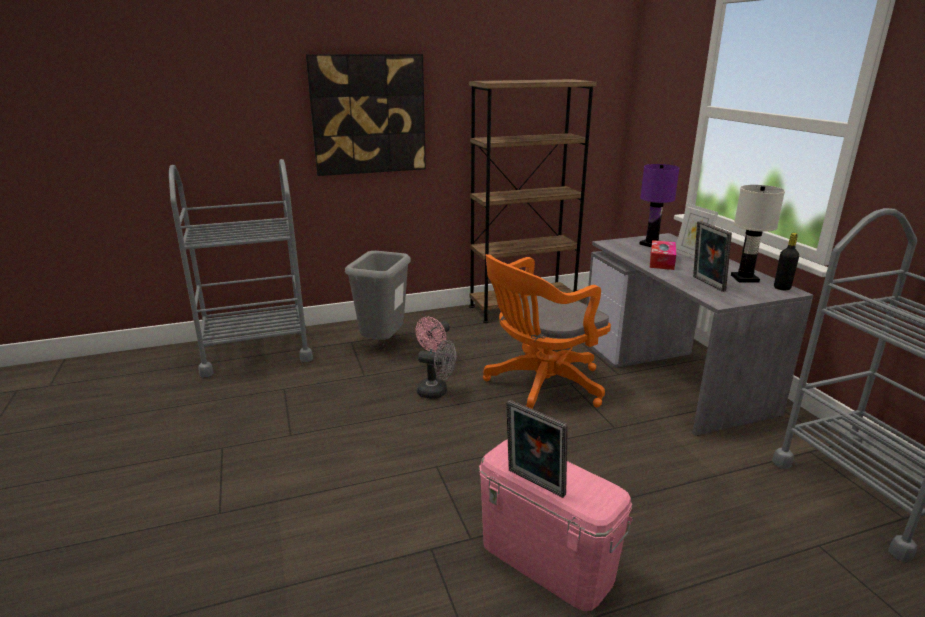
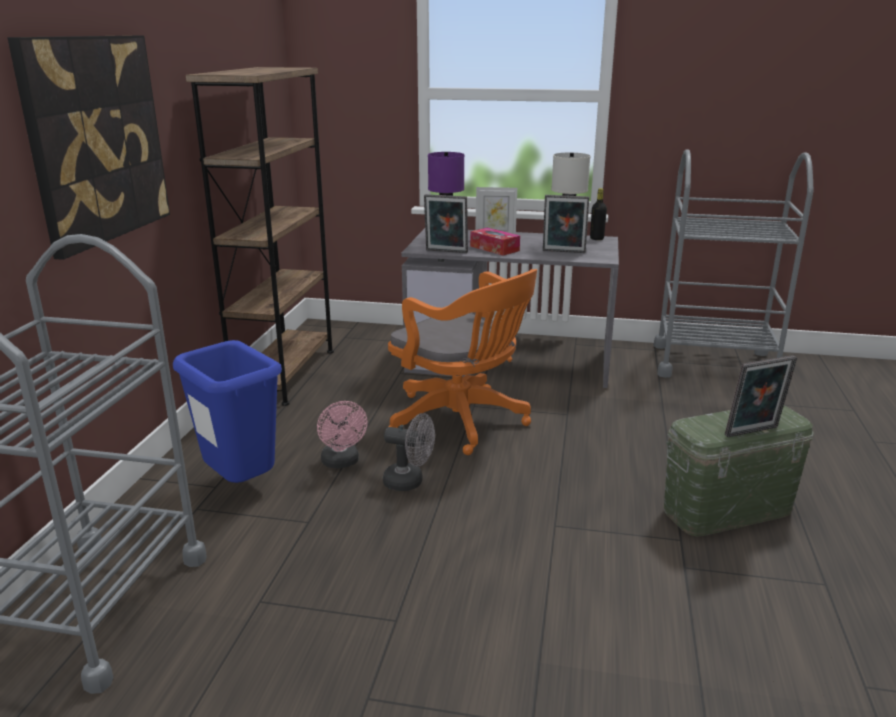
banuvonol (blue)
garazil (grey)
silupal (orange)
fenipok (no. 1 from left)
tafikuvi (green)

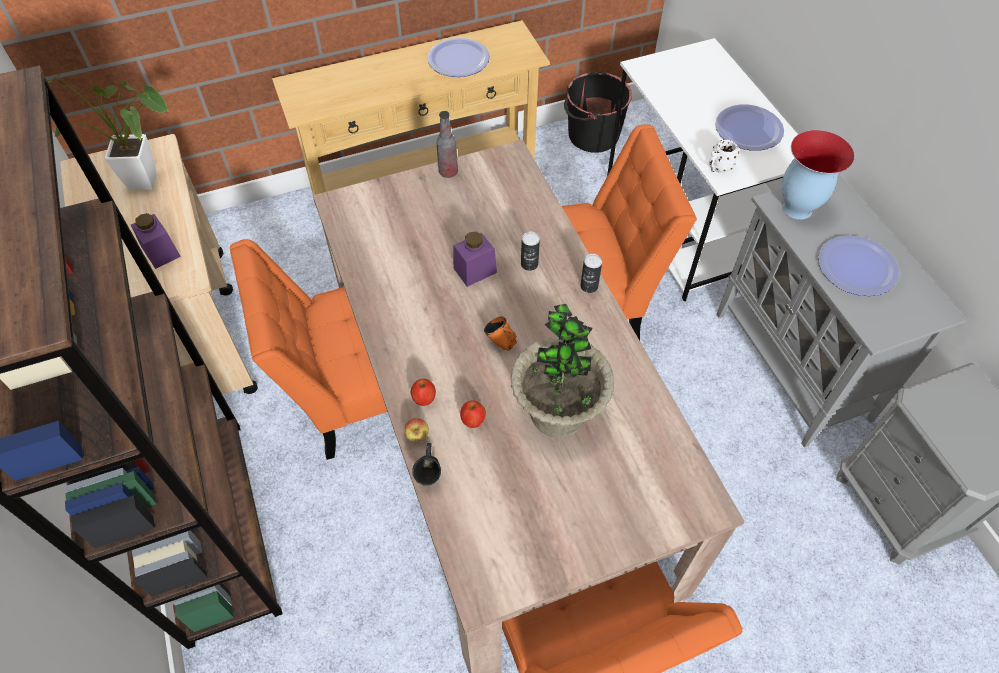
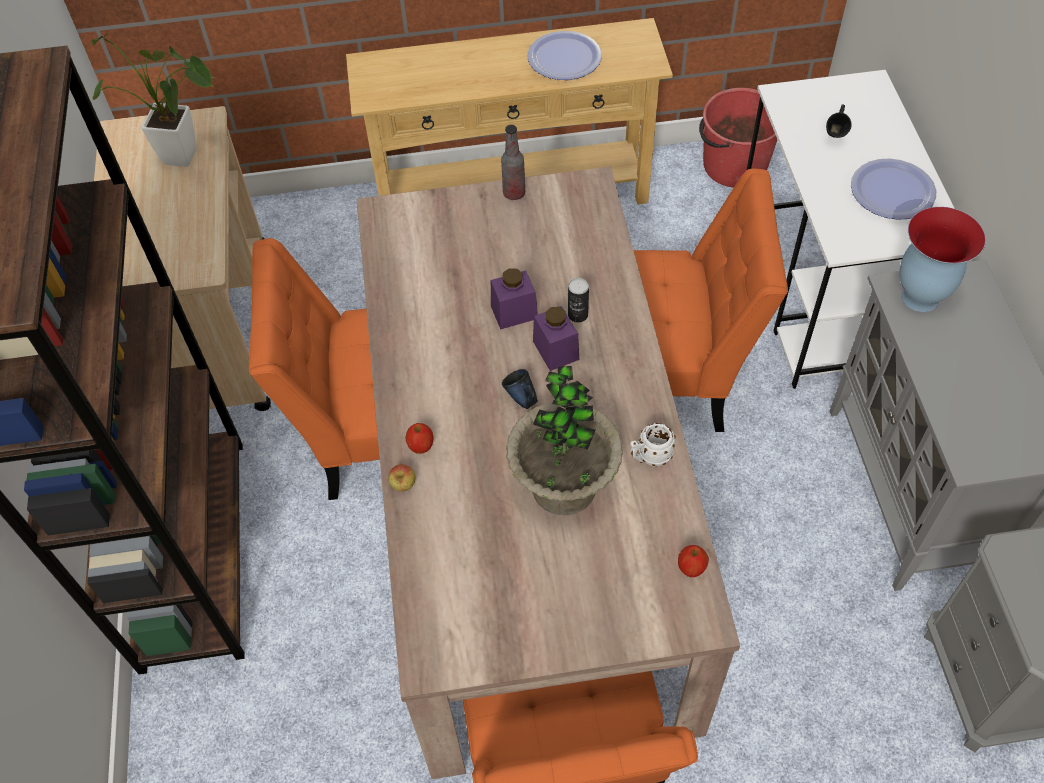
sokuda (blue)
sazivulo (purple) (no. 2 from left)
sokuda (white)
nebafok (no. 3 from left)
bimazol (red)
sokuda (black)
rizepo (no. 2 from left in the first image)
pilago (no. 3 from left in the first image)

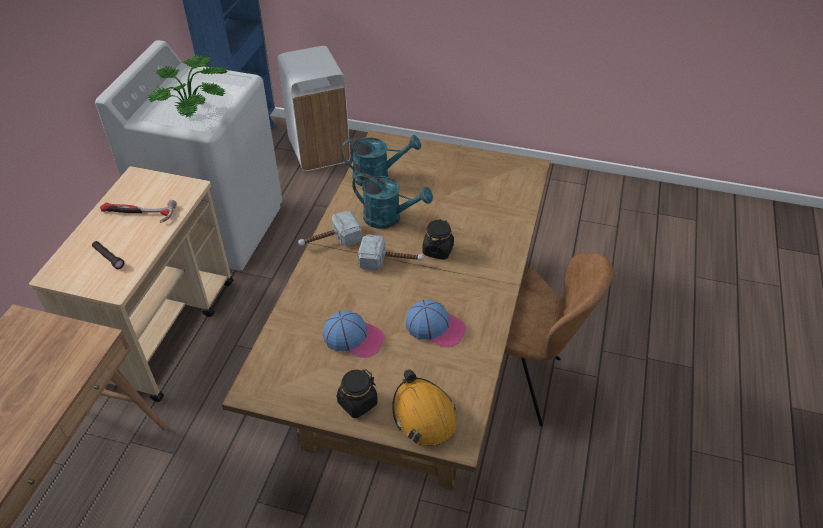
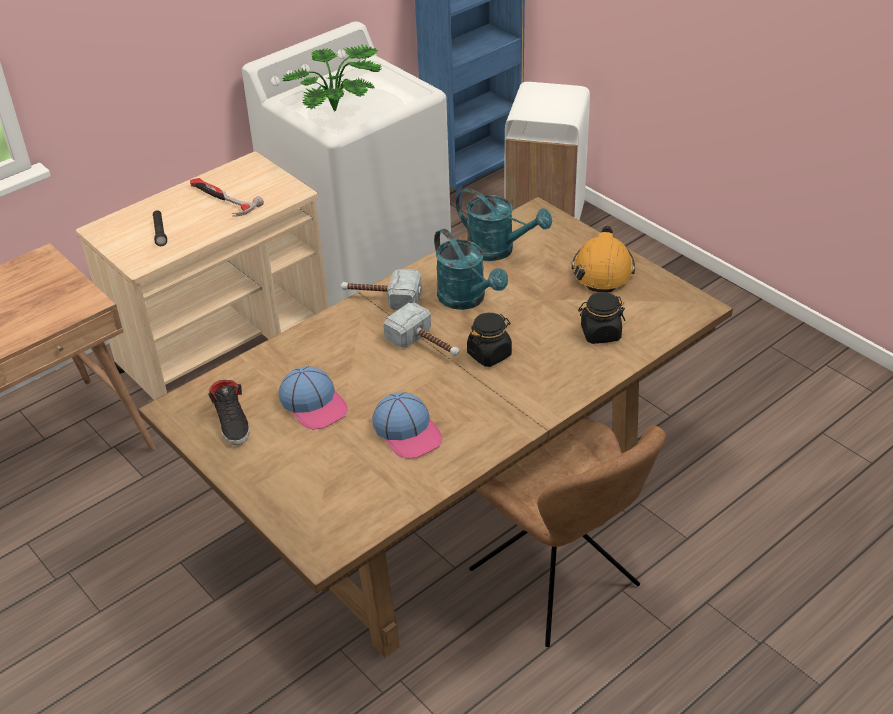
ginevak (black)
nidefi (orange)
sazivulo (black) (no. 2 from left)

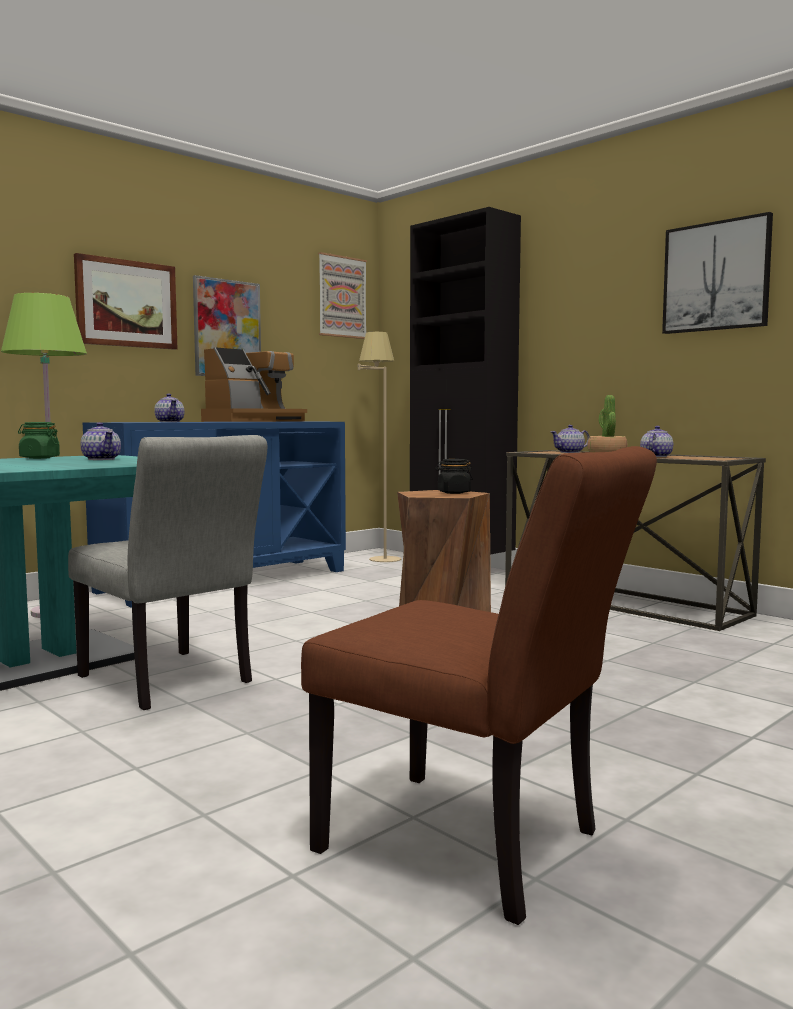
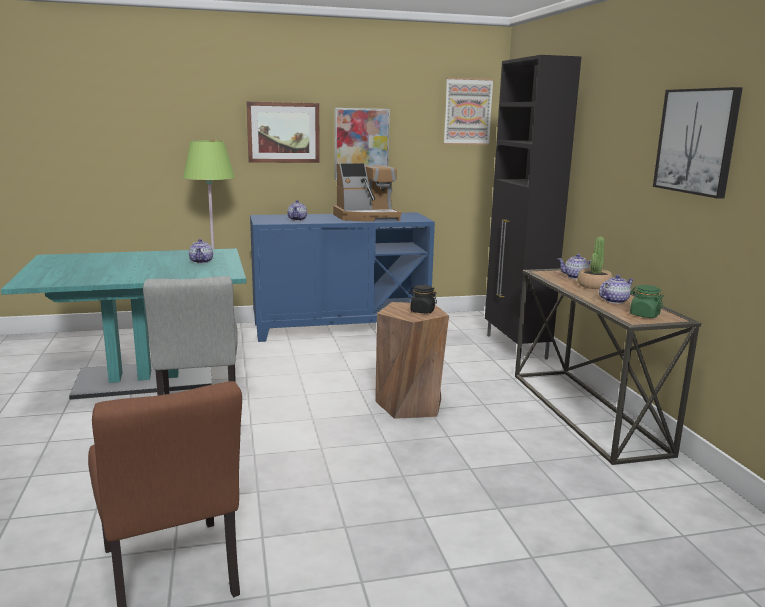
sazivulo (green)
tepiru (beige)

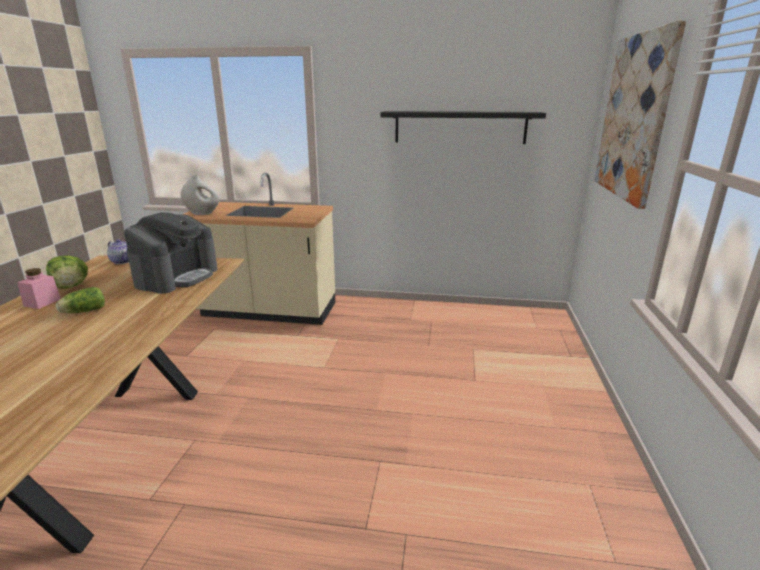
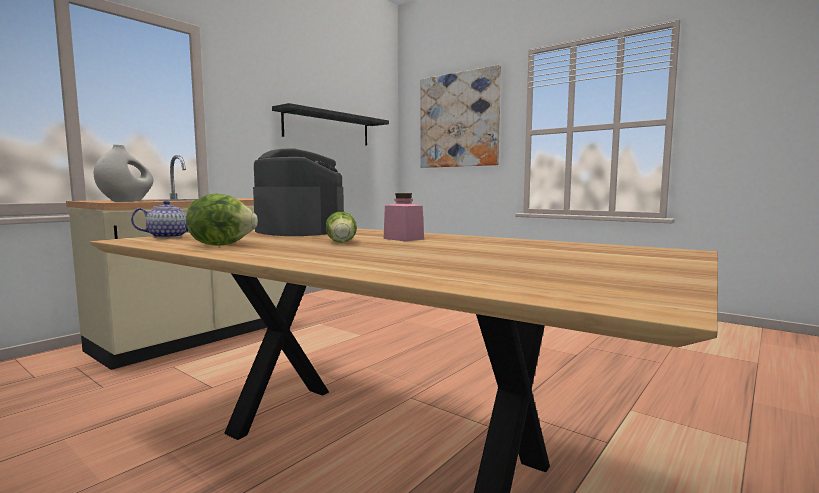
sazivulo (pink)

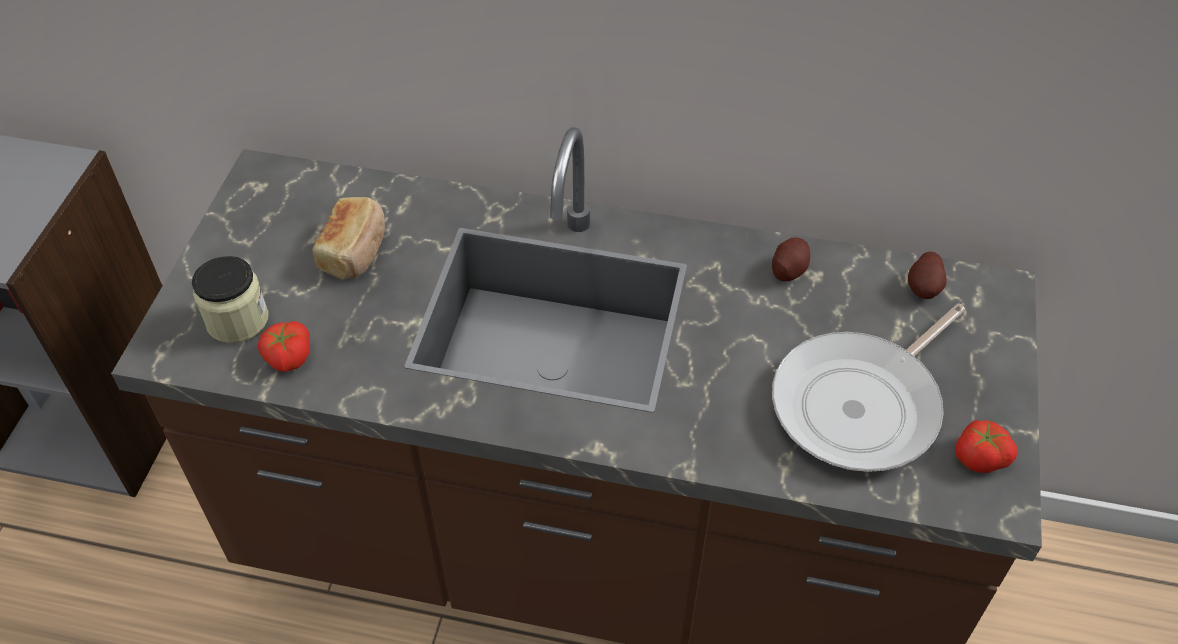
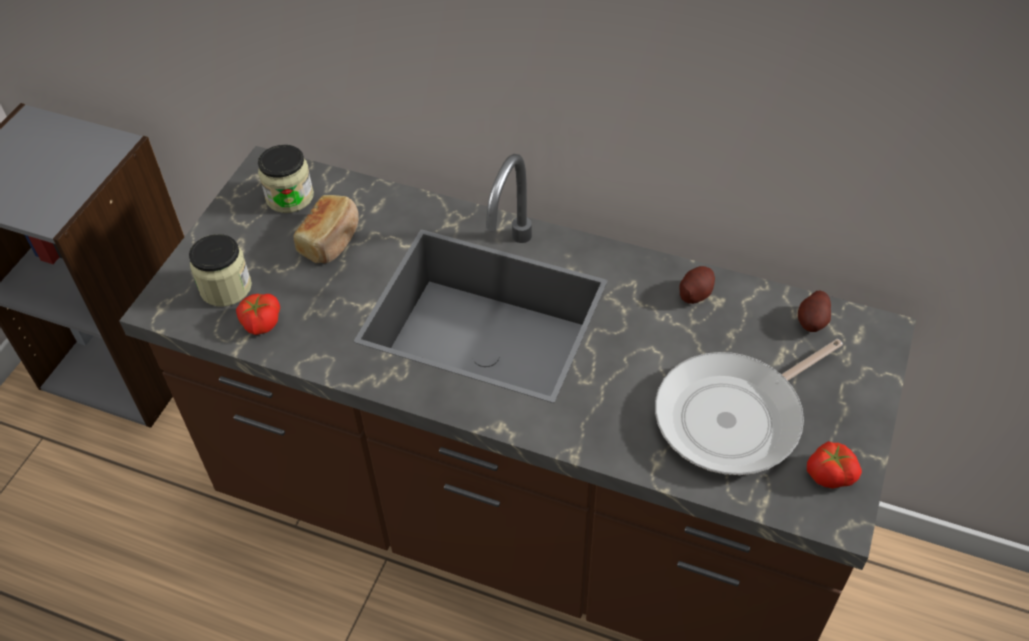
sazivulo (no. 2 from left)

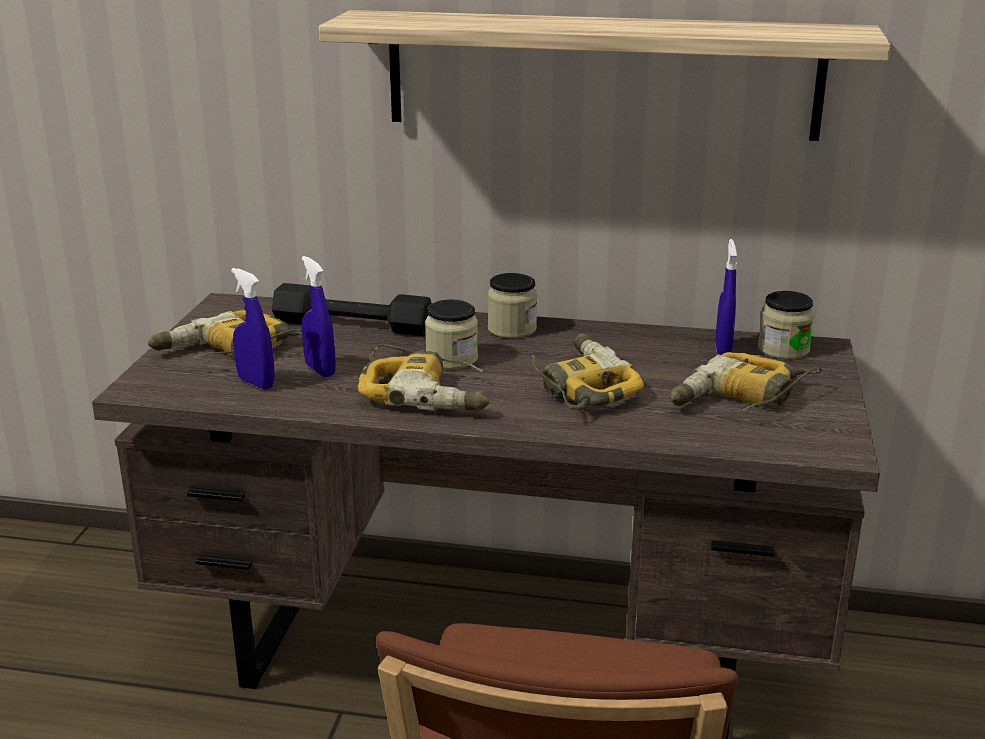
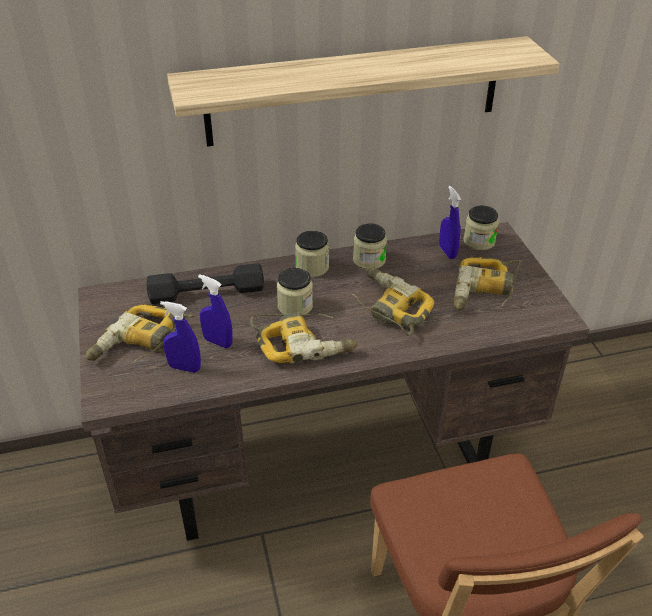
sazivulo (no. 3 from left)

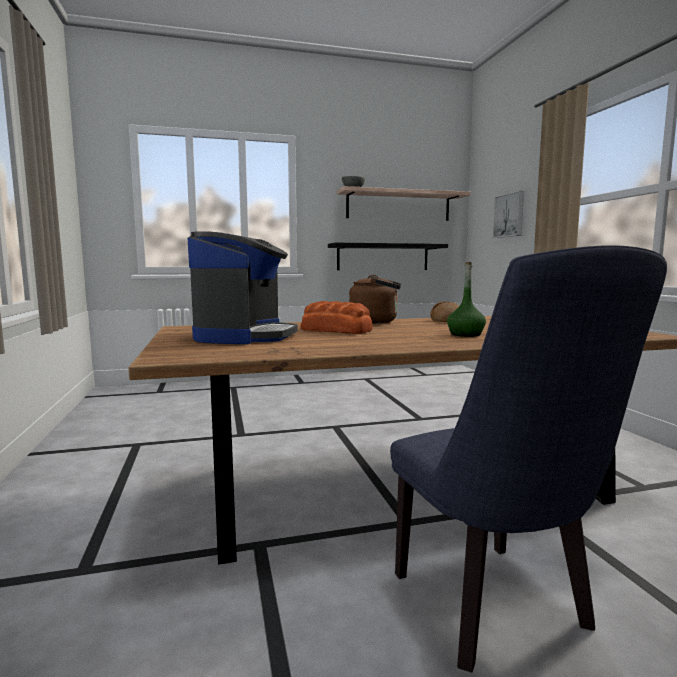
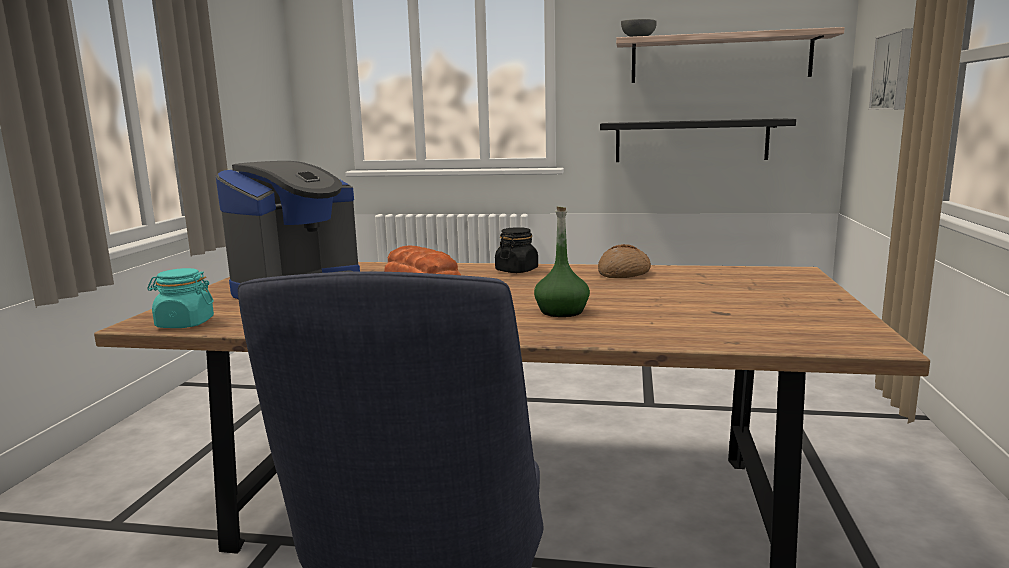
sazivulo (turquoise)
sazivulo (black)

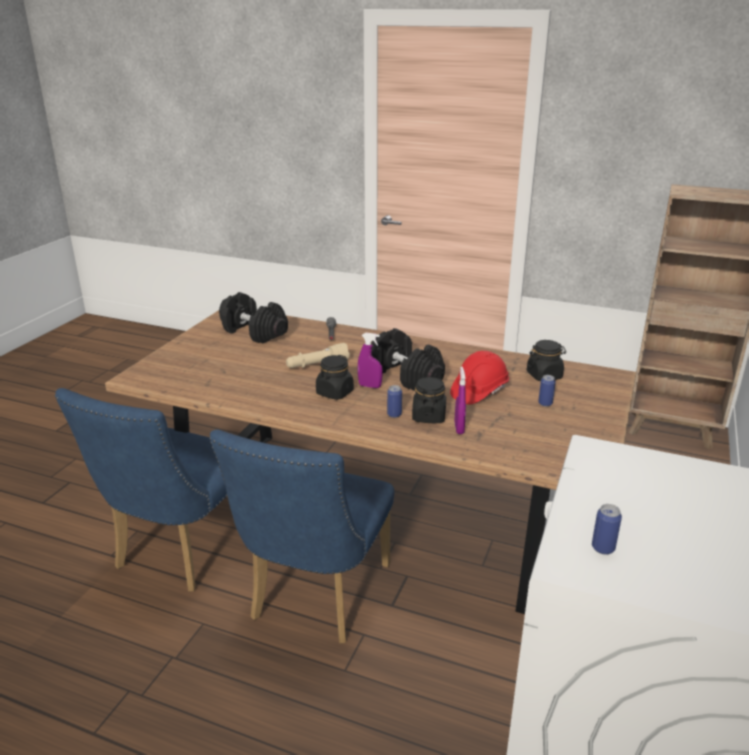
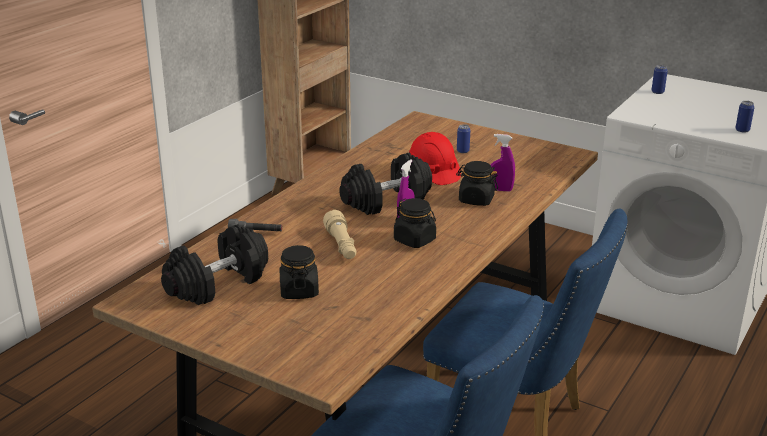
sazivulo (black) (no. 1 from left)
rizepo (no. 2 from left)

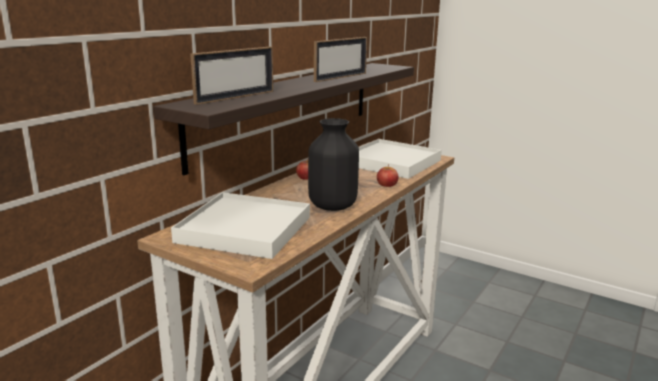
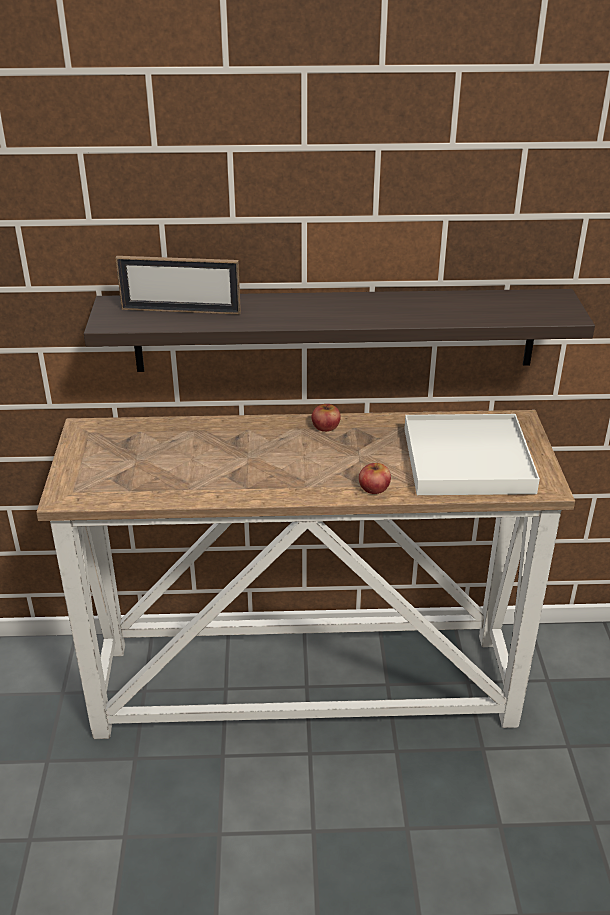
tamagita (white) (no. 1 from left in the first image)
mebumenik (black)
fenipok (no. 2 from left in the first image)

